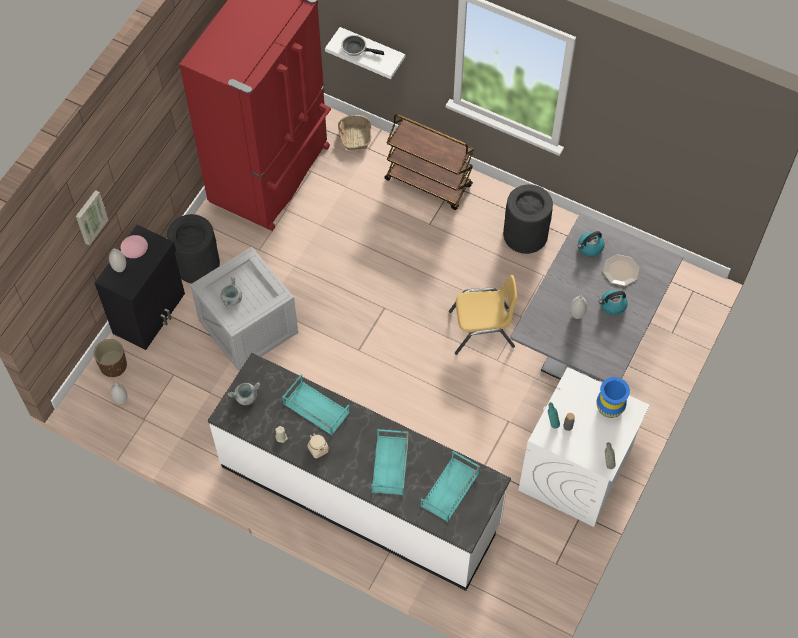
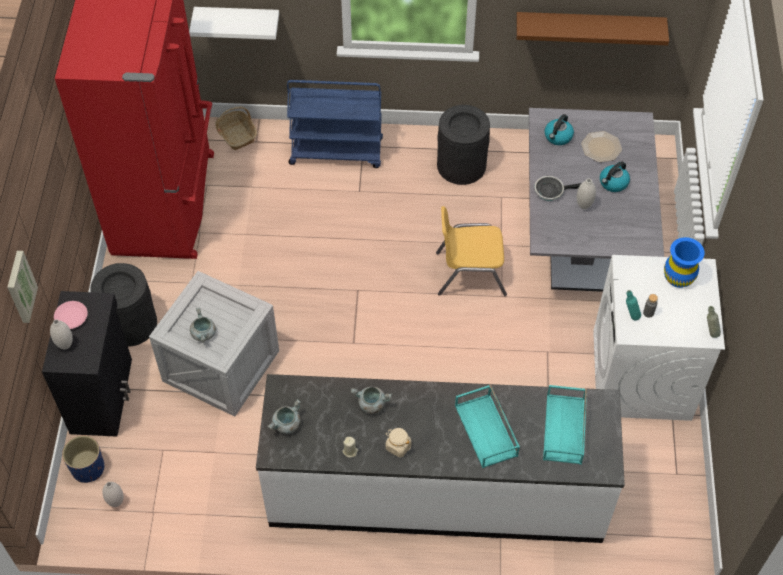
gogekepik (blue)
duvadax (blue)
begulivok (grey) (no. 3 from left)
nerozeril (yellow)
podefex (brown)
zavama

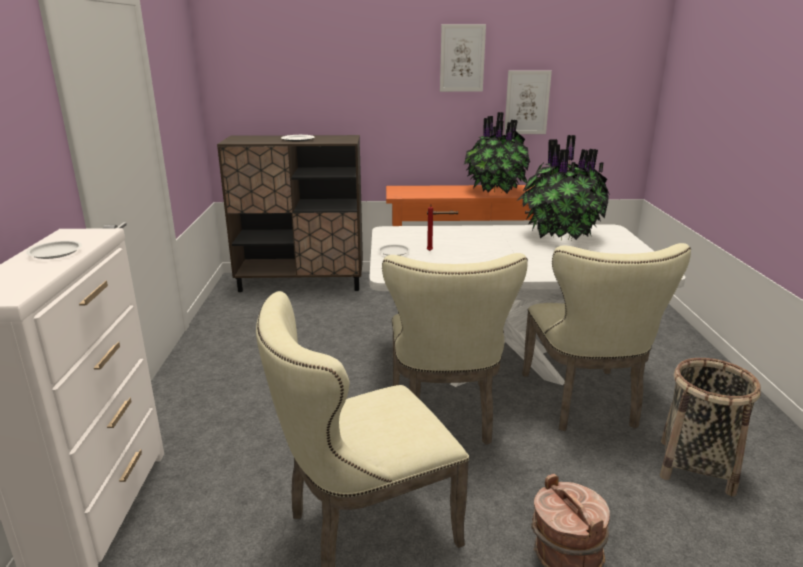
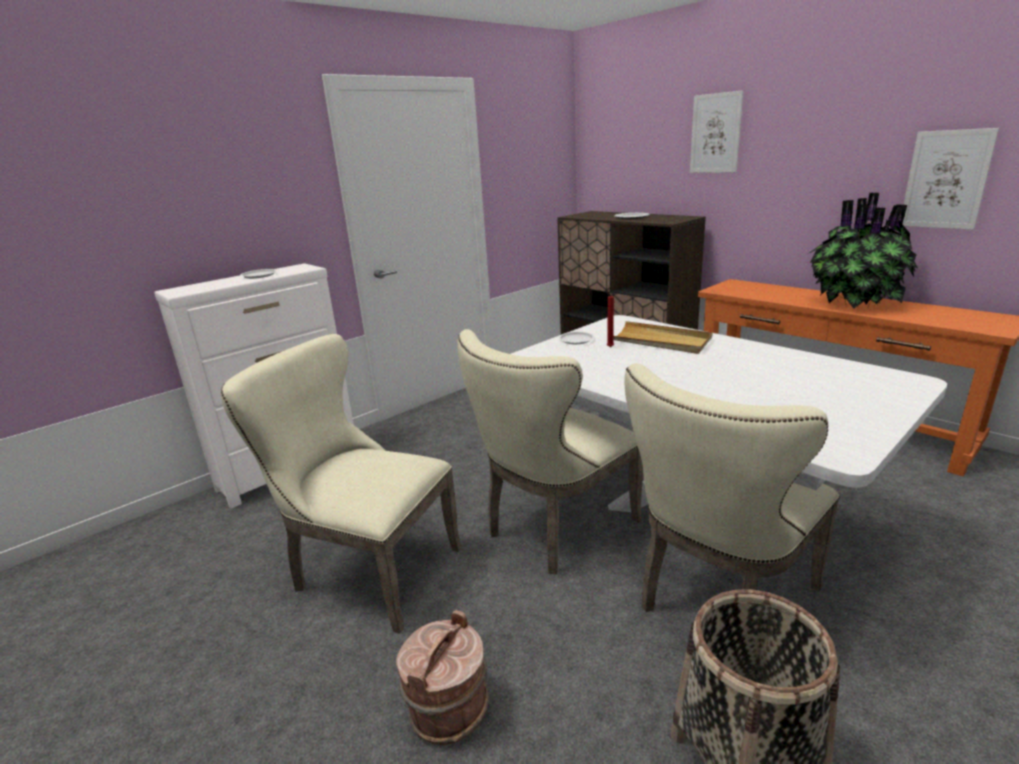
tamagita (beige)
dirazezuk (no. 1 from left)
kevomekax (no. 2 from left in the first image)

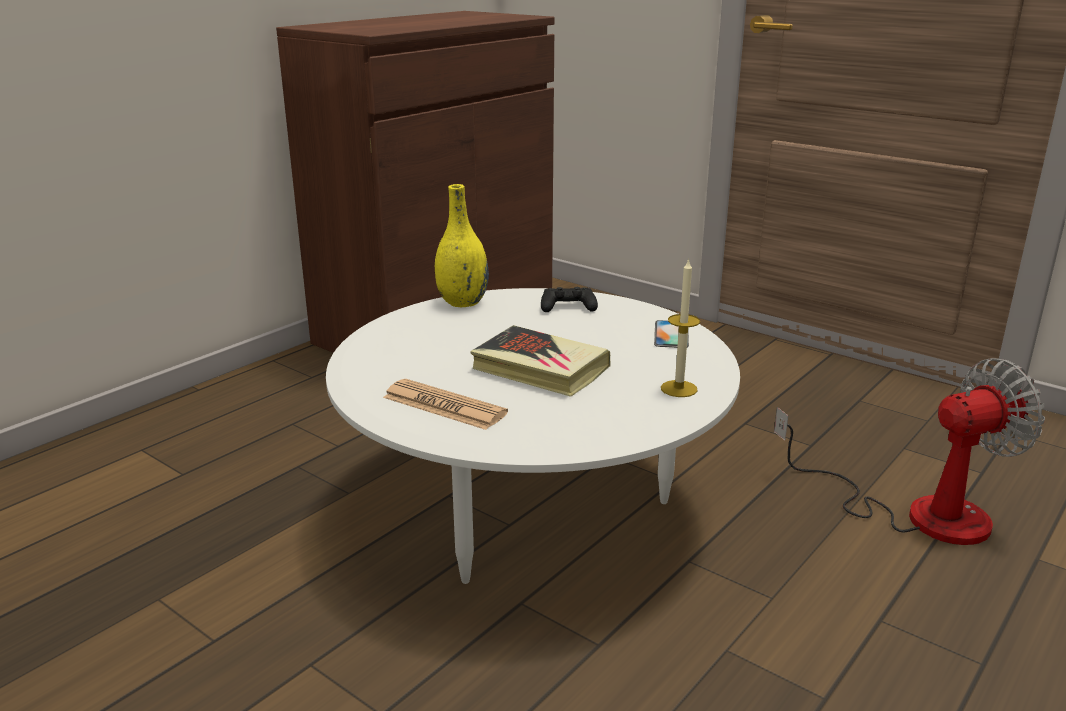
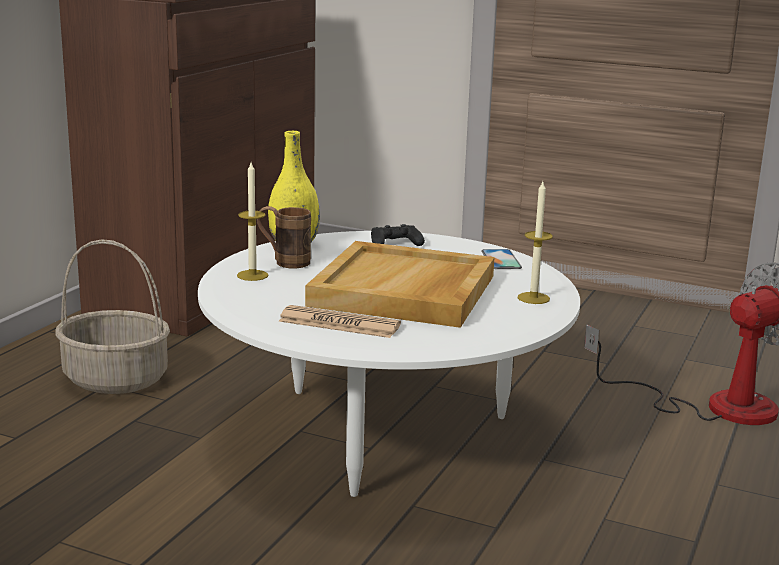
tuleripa
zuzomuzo (no. 1 from left)
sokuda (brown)
tamagita (beige)

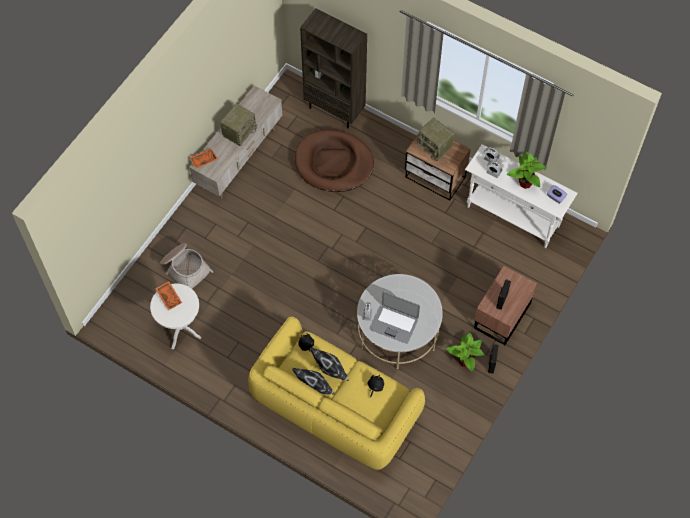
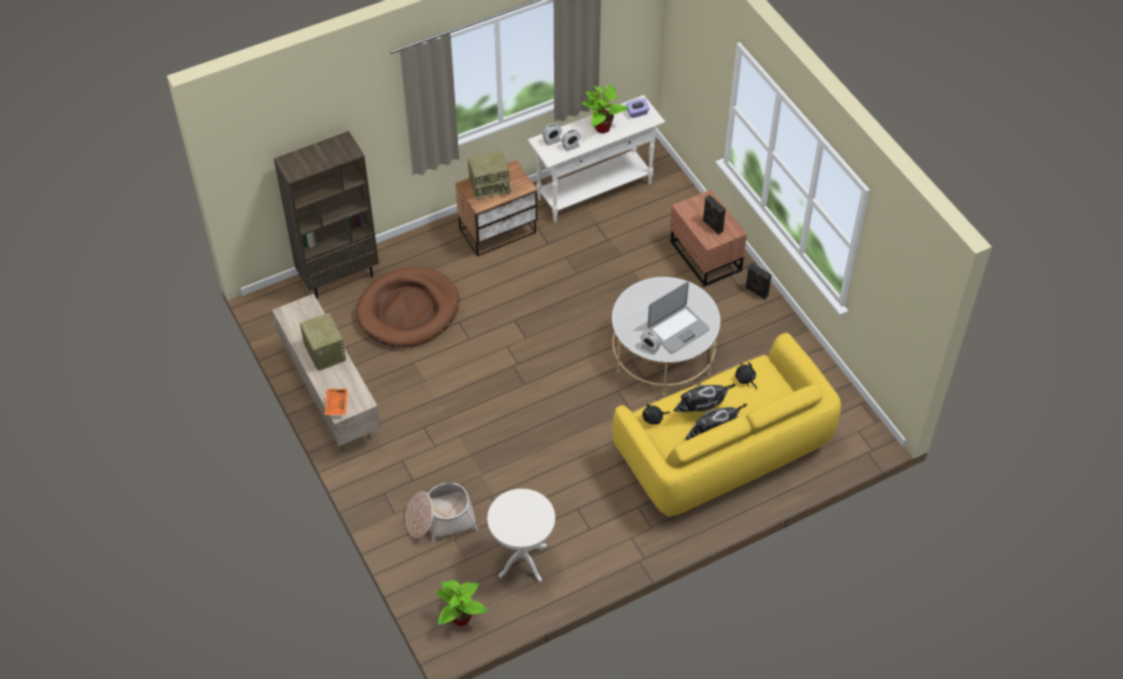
kevomekax (no. 1 from left)
tamagita (orange) (no. 1 from left in the first image)

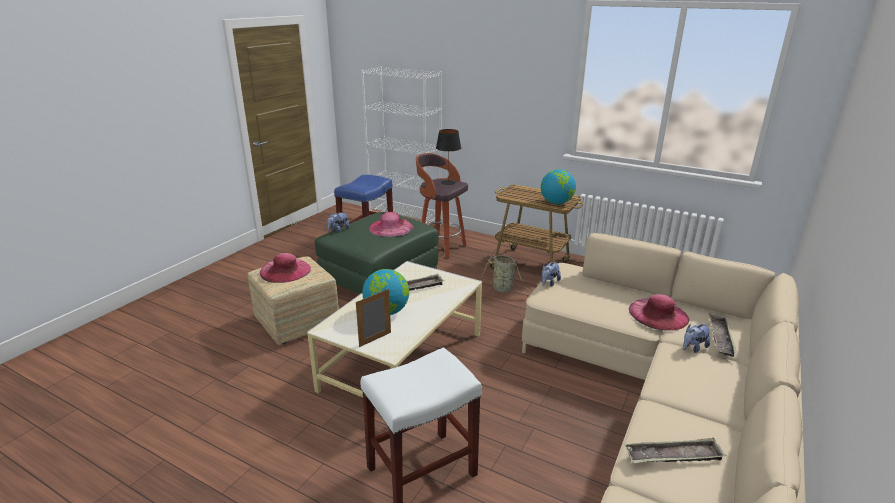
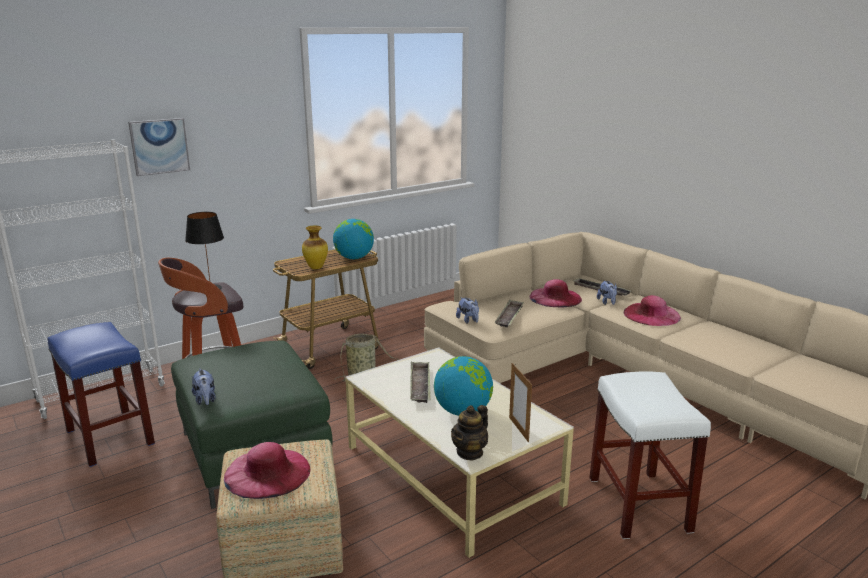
dirazezuk
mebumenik
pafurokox
tamagita (no. 2 from left)
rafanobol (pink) (no. 3 from left)

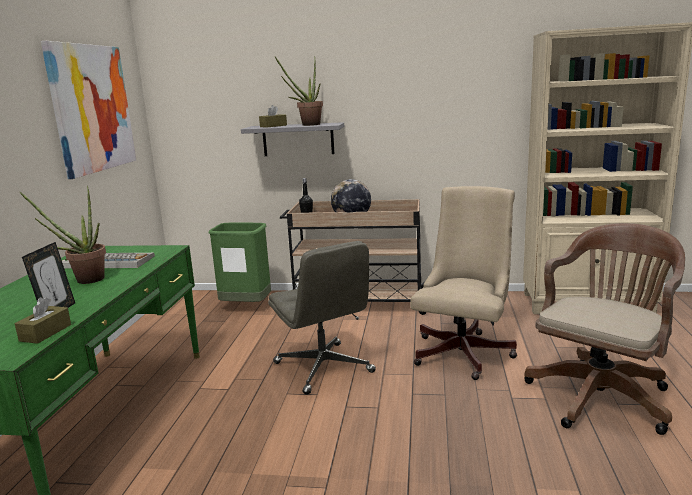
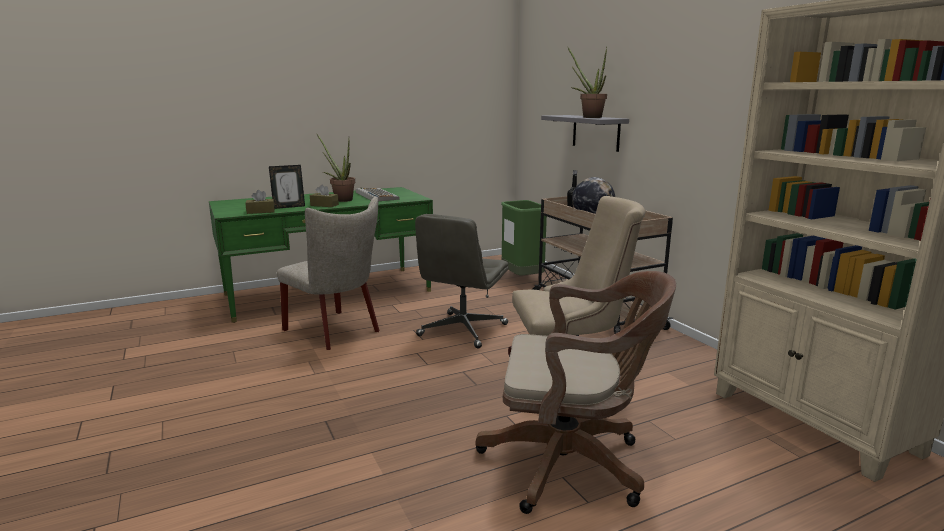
nerozeril (beige)
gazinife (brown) (no. 2 from left)
dirazezuk

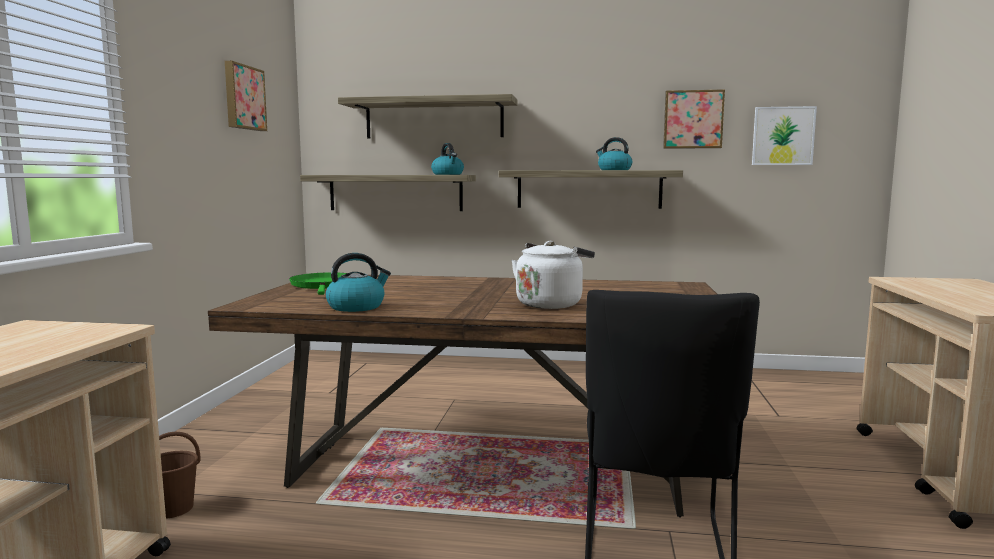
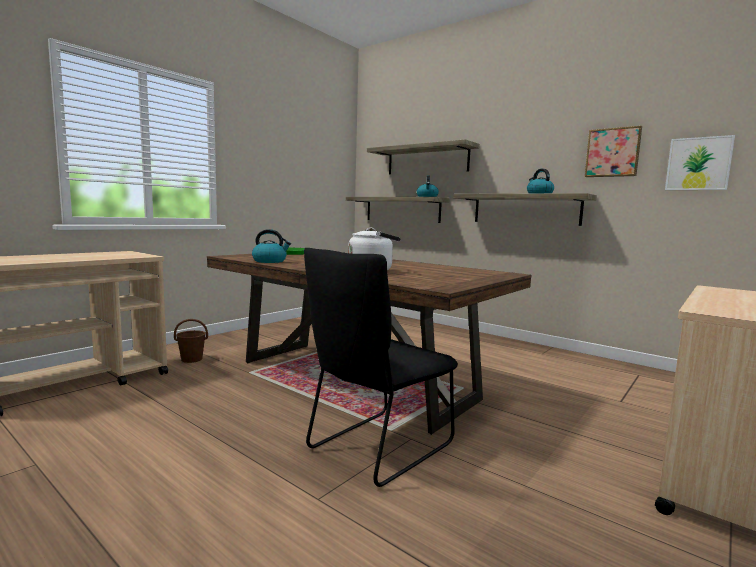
dirazezuk (no. 1 from left in the first image)

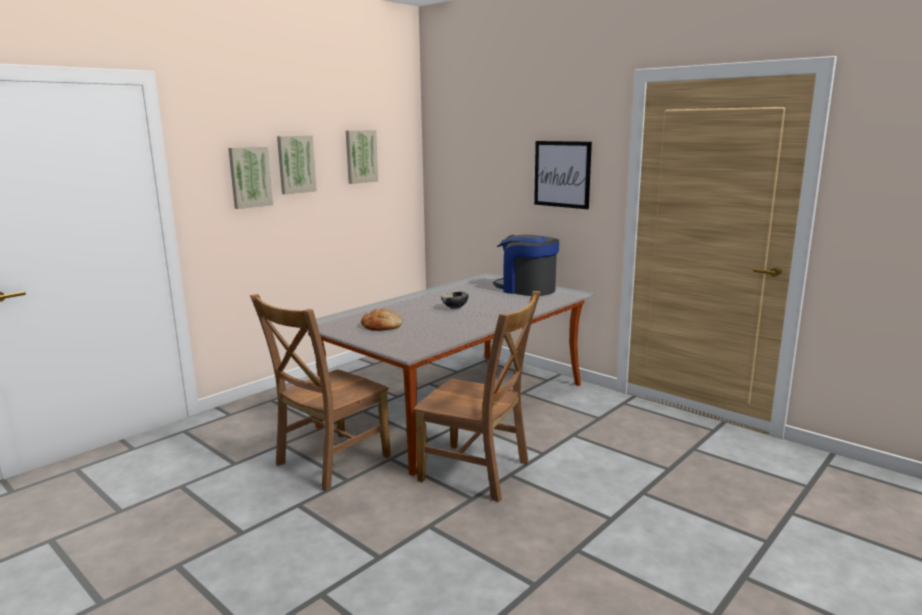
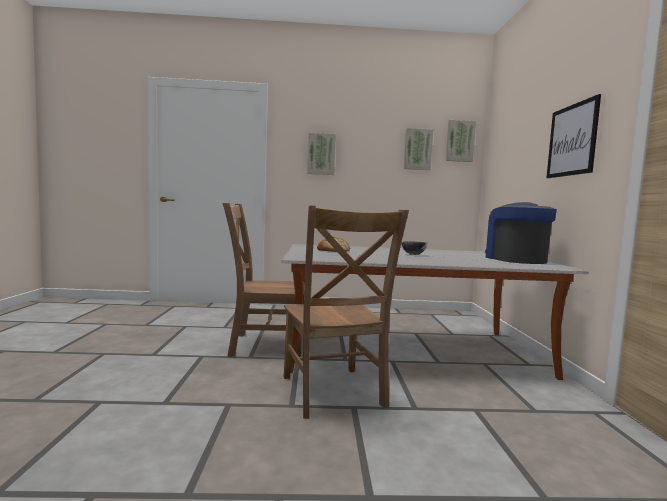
dirazezuk (no. 3 from left)

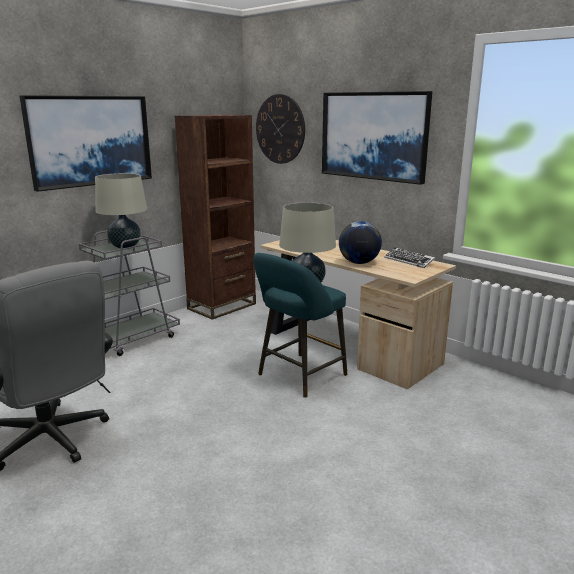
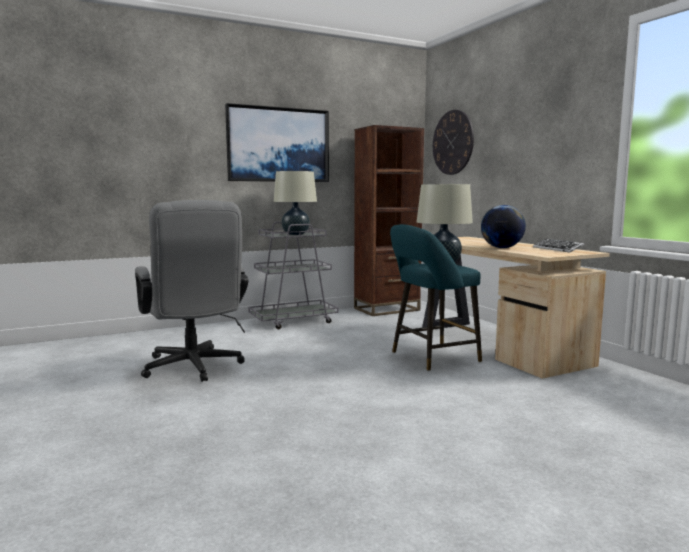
dirazezuk (no. 2 from left in the first image)

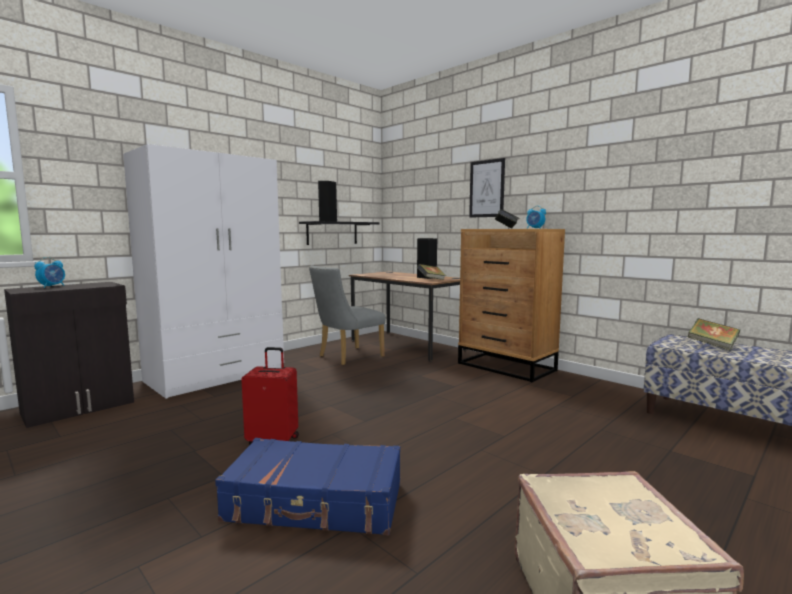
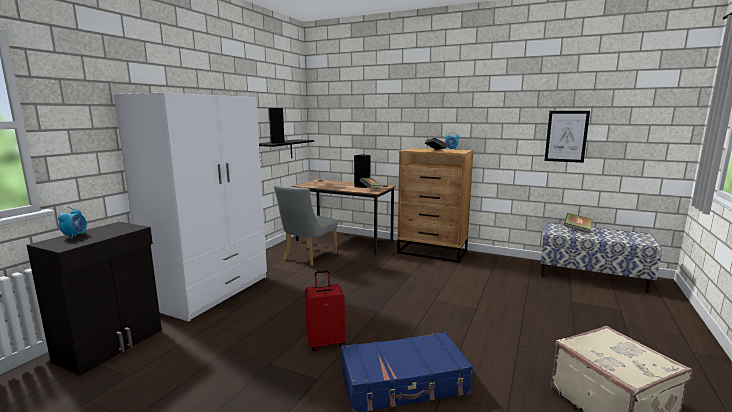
dirazezuk

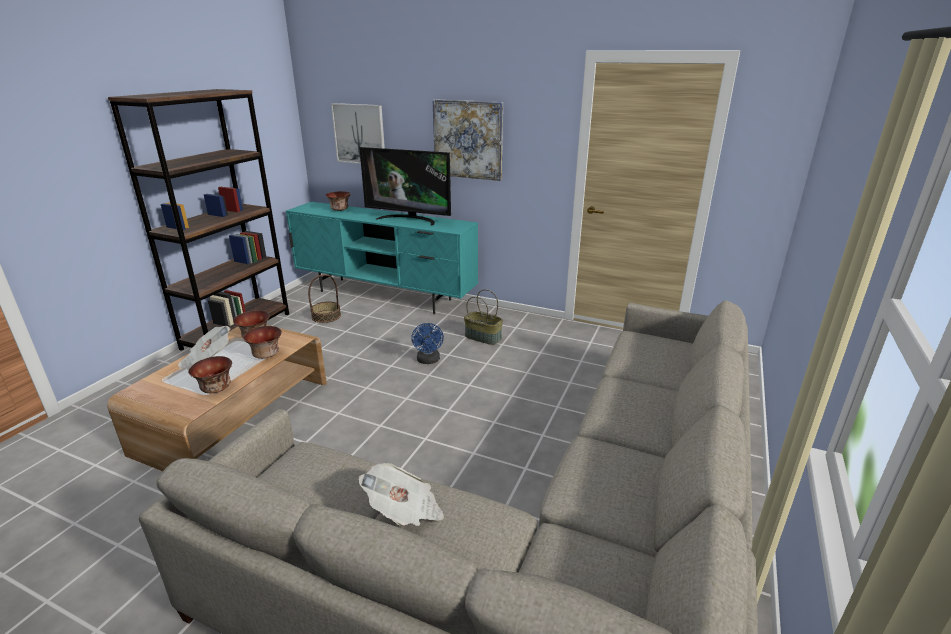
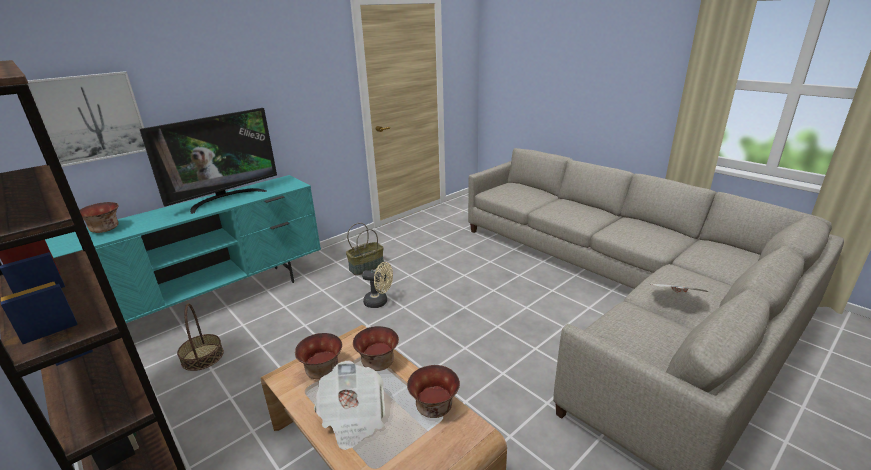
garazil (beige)
dirazezuk (no. 2 from left in the first image)

